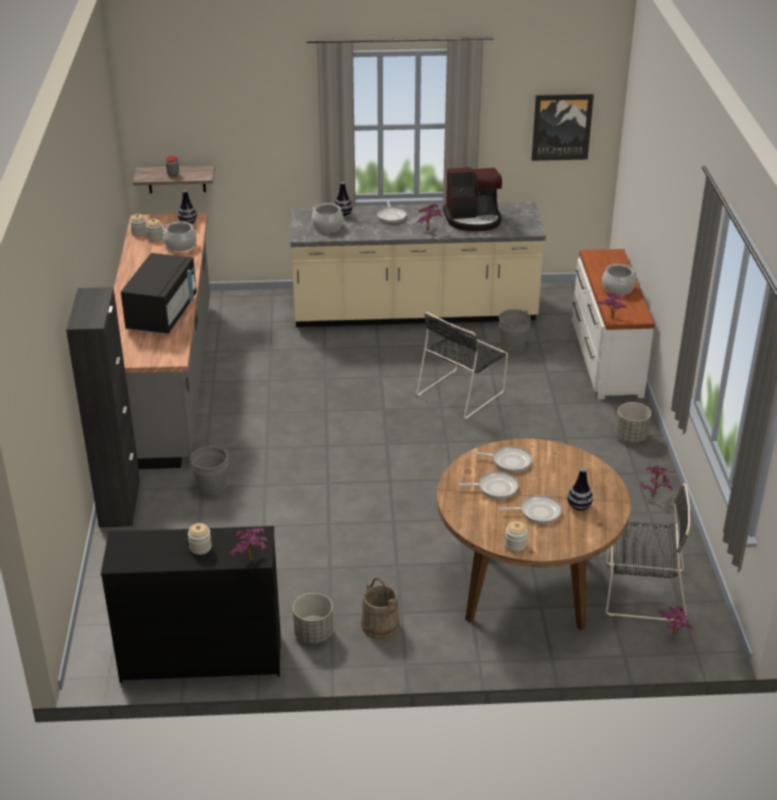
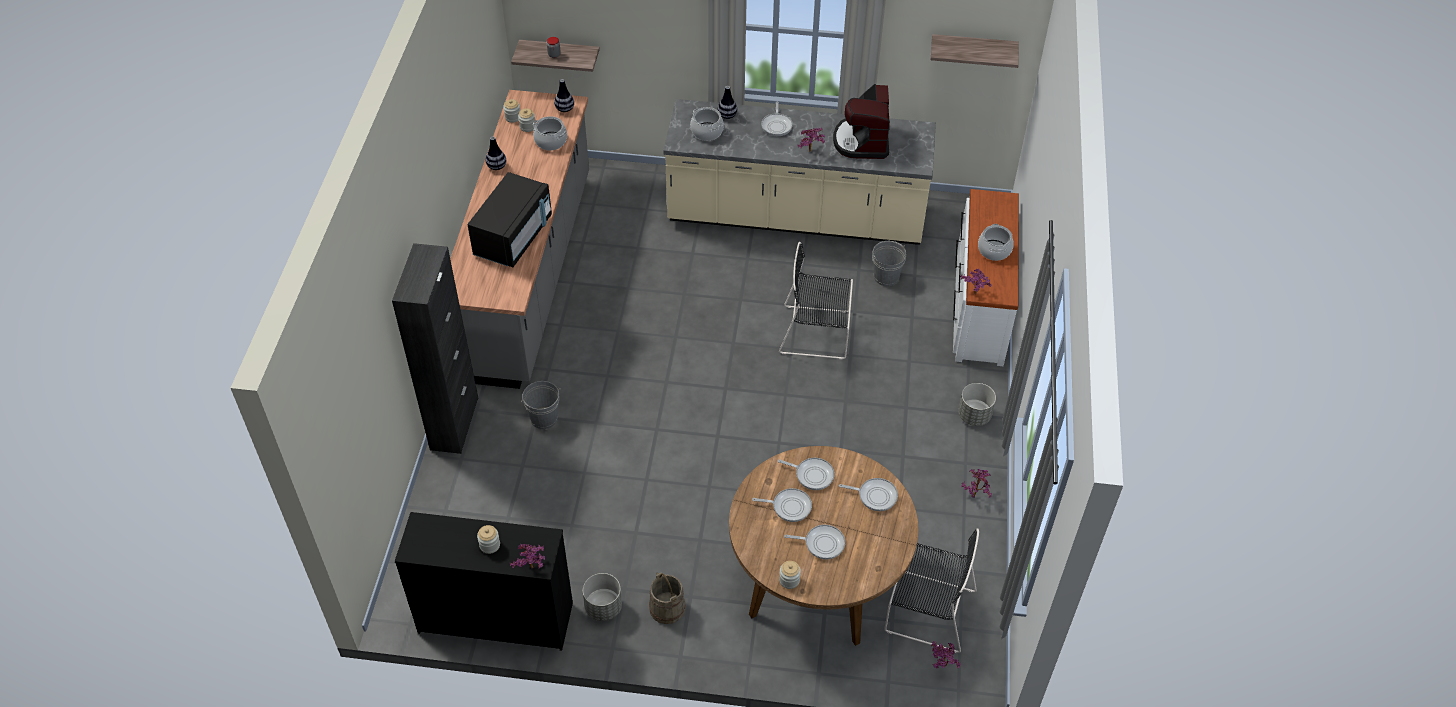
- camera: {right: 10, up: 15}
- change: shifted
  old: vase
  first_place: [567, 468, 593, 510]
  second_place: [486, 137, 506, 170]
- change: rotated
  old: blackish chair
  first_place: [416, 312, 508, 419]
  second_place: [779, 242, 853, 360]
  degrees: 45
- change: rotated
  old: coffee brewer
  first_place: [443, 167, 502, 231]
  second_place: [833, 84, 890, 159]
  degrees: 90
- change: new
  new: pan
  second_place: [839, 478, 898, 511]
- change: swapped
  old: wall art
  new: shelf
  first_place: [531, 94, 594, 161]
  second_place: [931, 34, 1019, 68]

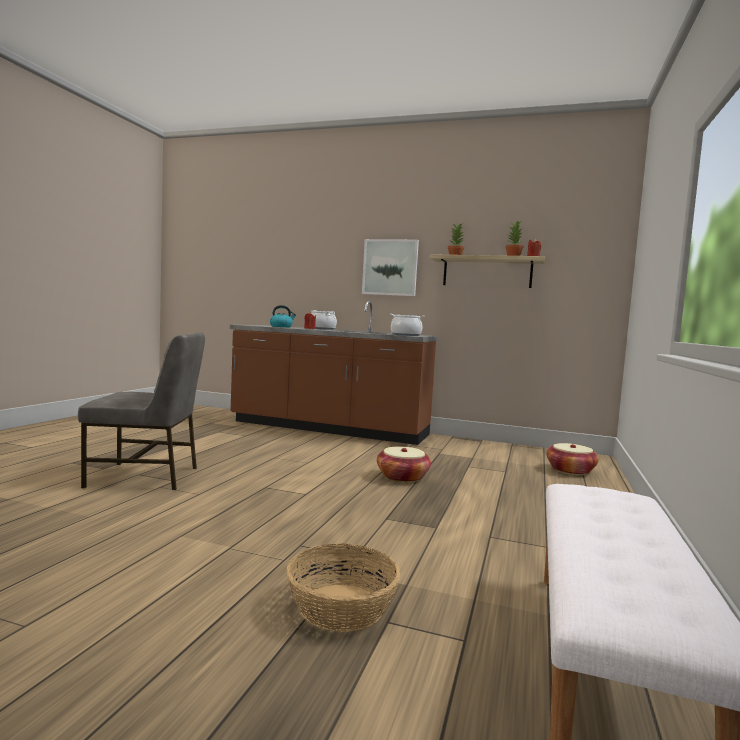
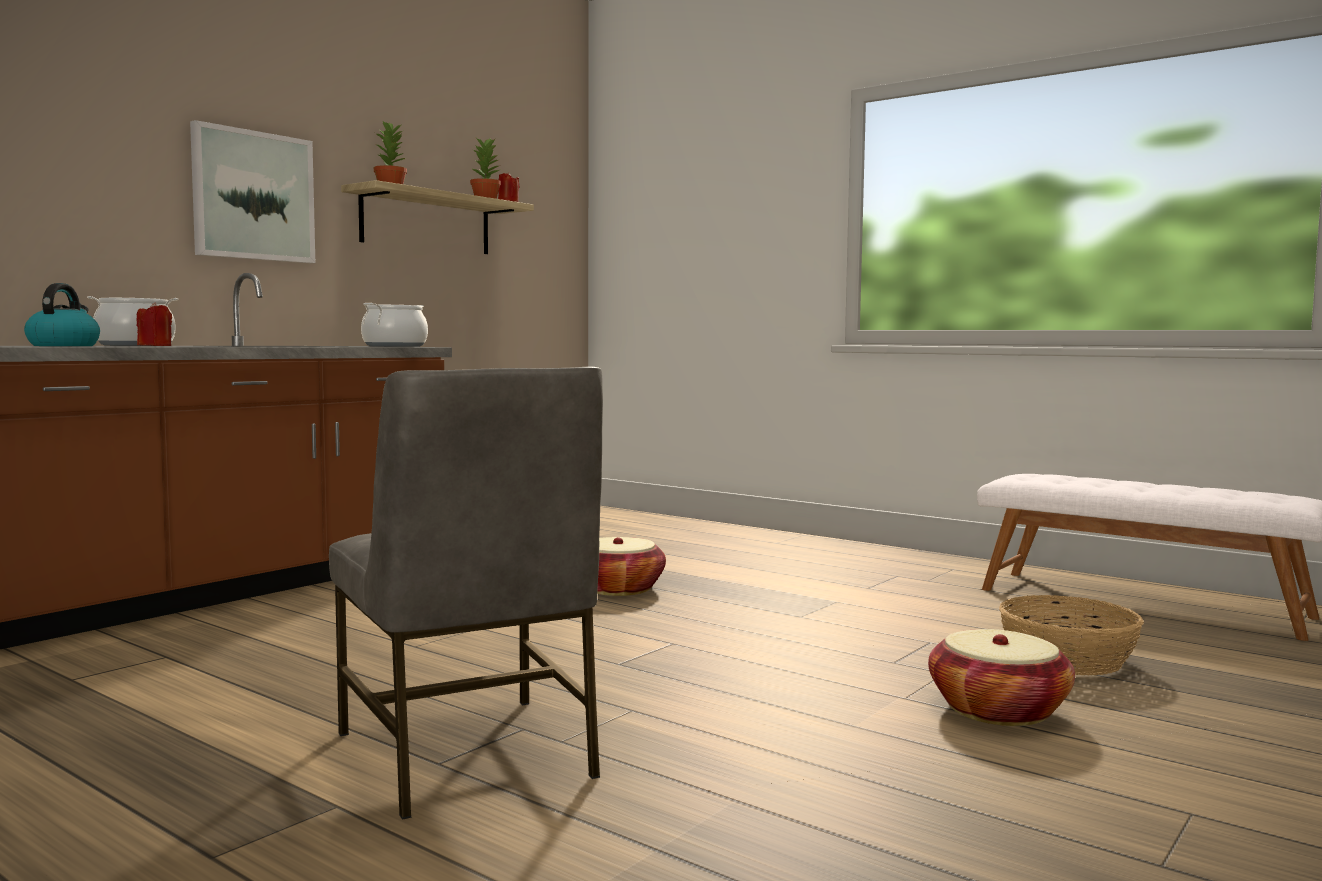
- camera: {right: -70, up: 0}
- change: rotated
  old: gray chair
  first_place: [78, 332, 205, 490]
  second_place: [329, 367, 603, 820]
  degrees: 135
- change: shifted
  old: storage basket
  first_place: [547, 443, 599, 475]
  second_place: [928, 629, 1075, 726]

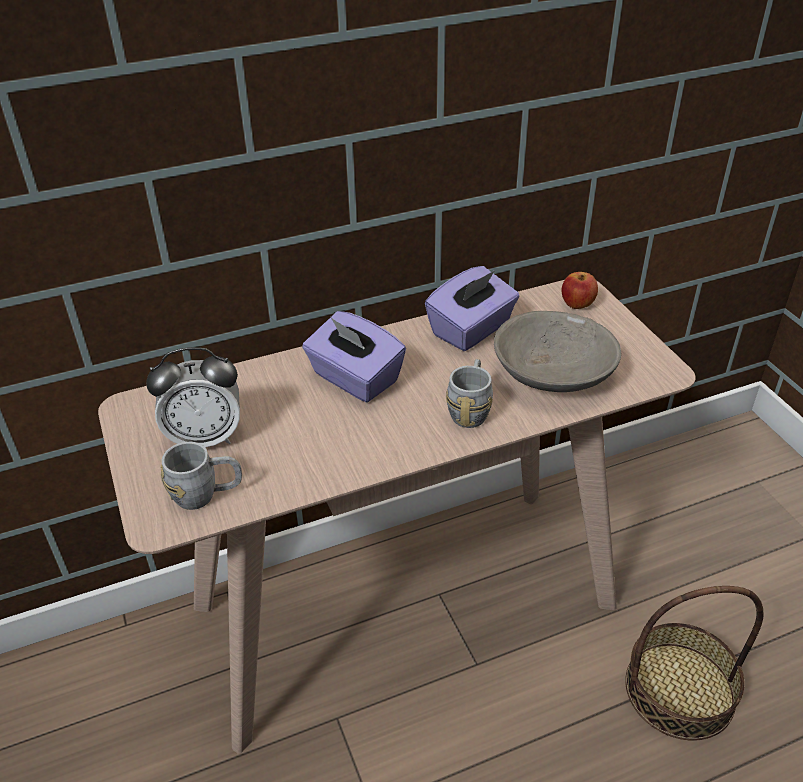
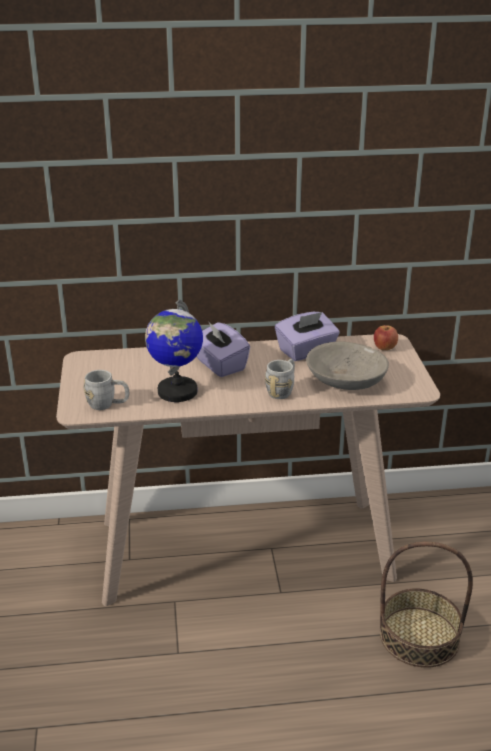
- camera: {right: 15, up: -10}
- change: new
  new: world globe
  second_place: [145, 299, 203, 402]
- change: gone
  old: table clock
  first_place: [146, 347, 240, 447]

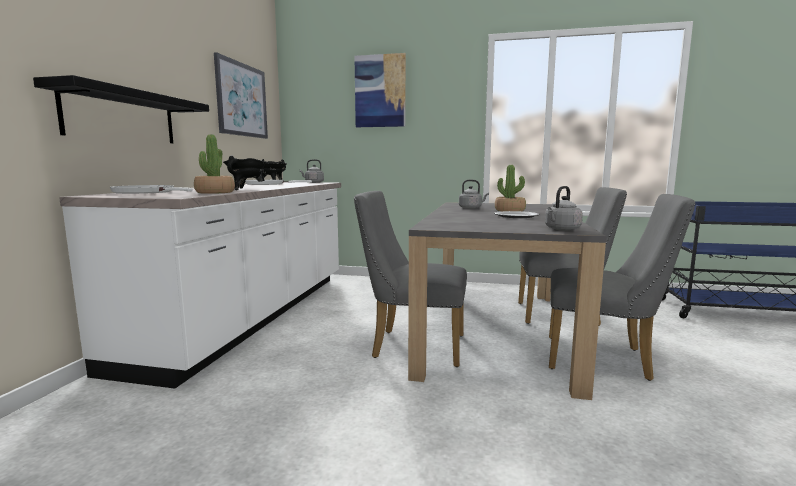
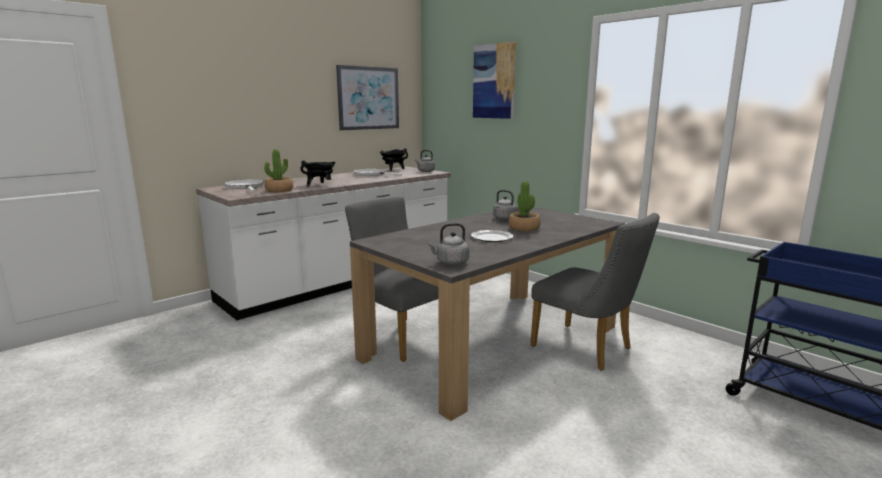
- camera: {right: 35, up: 5}
- change: gone
  old: blackish shelf
  first_place: [33, 75, 209, 143]
- change: gone
  old: gray chair
  first_place: [549, 194, 696, 381]

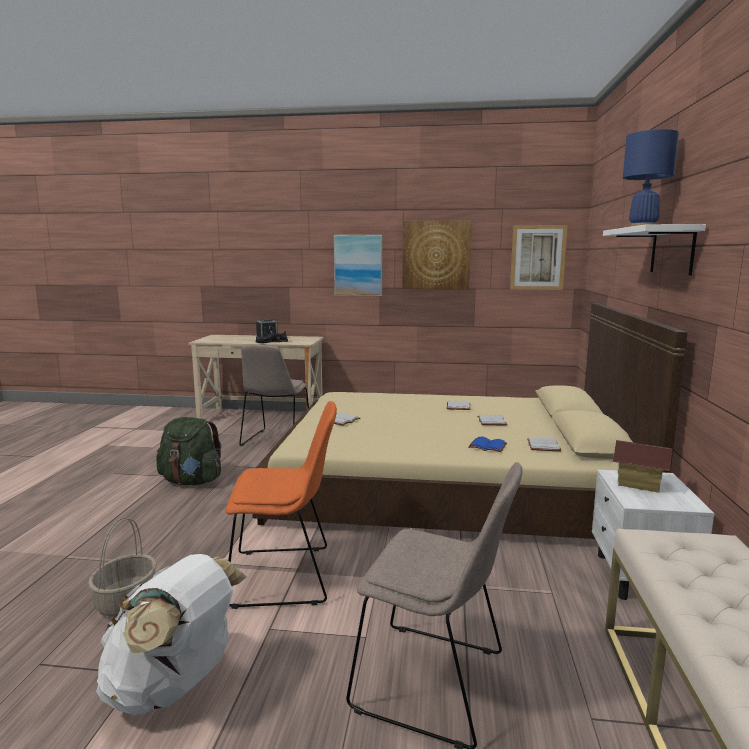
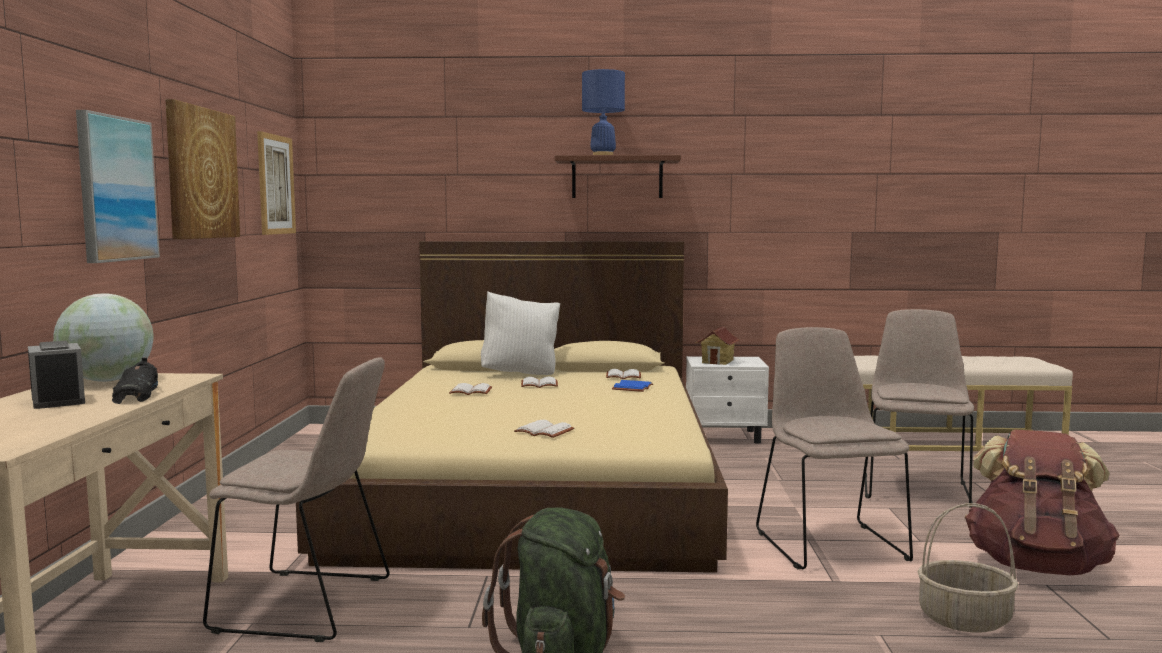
- camera: {right: -95, up: -5}
- change: new
  new: world globe
  second_place: [53, 294, 153, 382]
- change: new
  new: whitish pillow
  second_place: [481, 291, 560, 375]
- change: repainted
  old: whitish shelf
  new: brown shelf
  first_place: [603, 224, 706, 275]
  second_place: [554, 155, 681, 198]
- change: repainted
  old: orange-coloured chair
  new: beige-coloured chair
  first_place: [226, 401, 337, 609]
  second_place: [756, 327, 913, 569]
- change: repainted
  old: whitish backpack
  new: brown backpack
  first_place: [96, 554, 246, 715]
  second_place: [965, 430, 1119, 575]

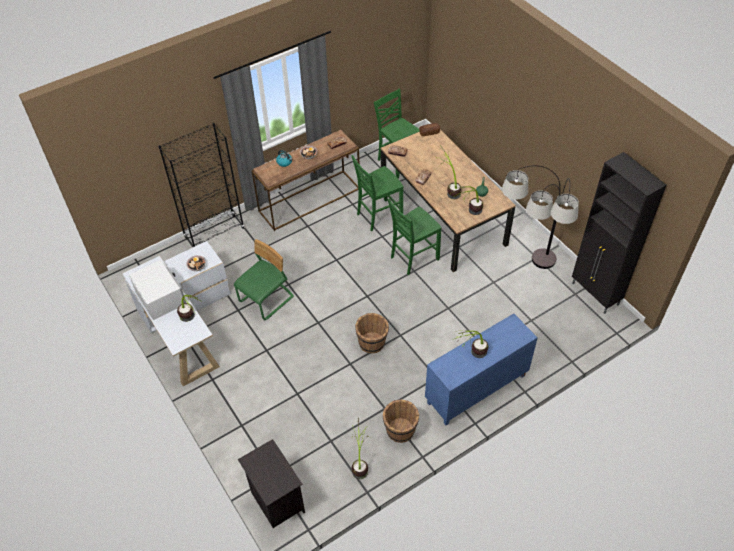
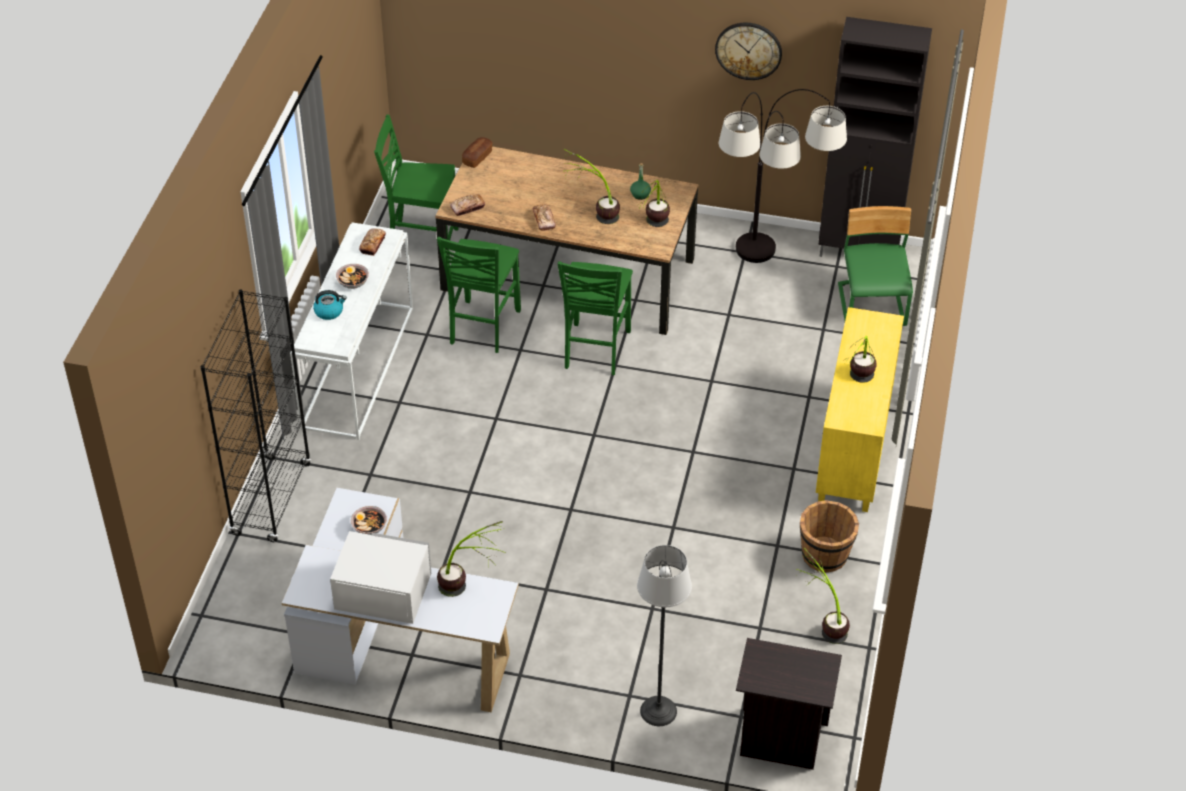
- camera: {right: -45, up: -5}
- change: repainted
  old: brown hall table
  new: whitish hall table
  first_place: [252, 130, 359, 231]
  second_place: [290, 222, 413, 440]
- change: new
  new: standard lamp
  second_place: [637, 545, 692, 726]
- change: new
  new: hanging clock
  second_place: [715, 23, 782, 80]
- change: repainted
  old: blue-coloured cabinet
  new: yellowish cabinet
  first_place: [425, 314, 538, 425]
  second_place: [816, 307, 904, 512]
- change: shifted
  old: green chair
  first_place: [234, 239, 294, 320]
  second_place: [838, 206, 913, 326]
- change: gone
  old: brown water bucket
  first_place: [355, 313, 389, 353]

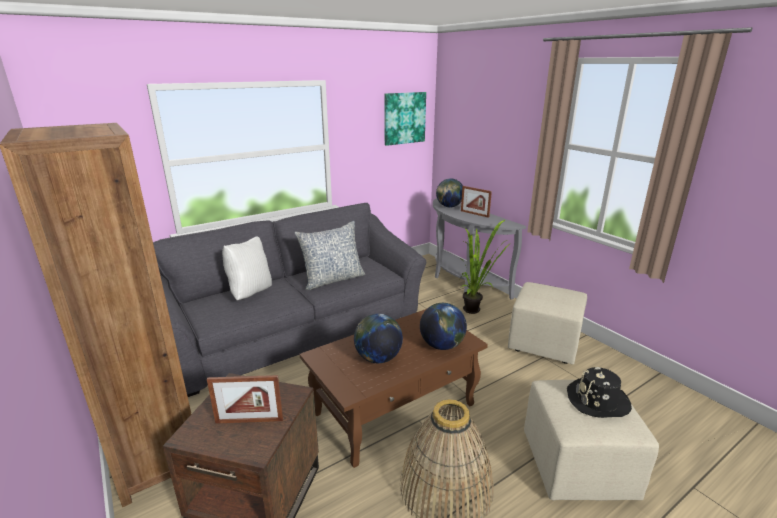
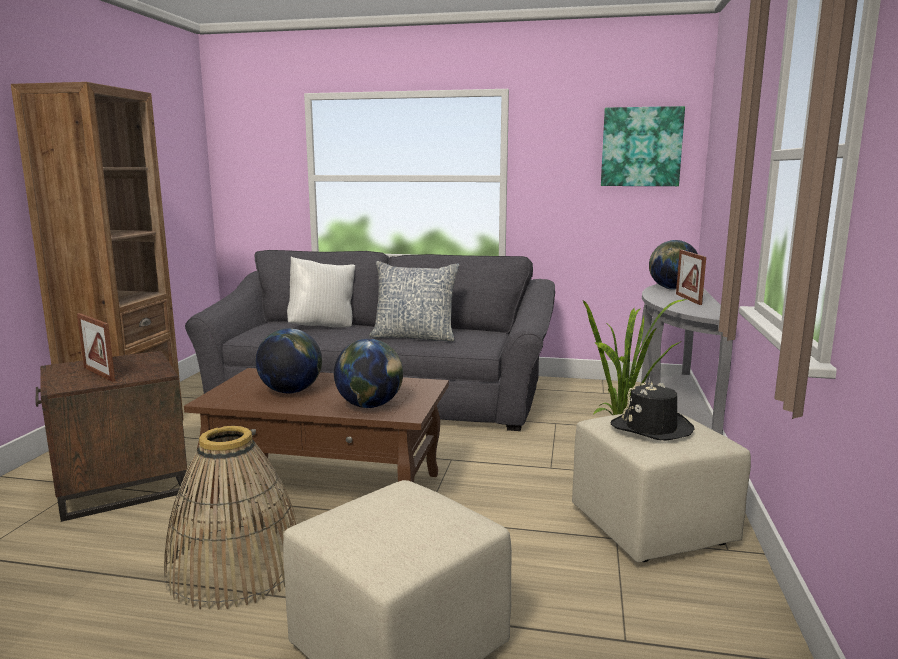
- camera: {right: 45, up: -10}
- change: shifted
  old: blackish hat
  first_place: [567, 367, 632, 418]
  second_place: [611, 382, 694, 441]

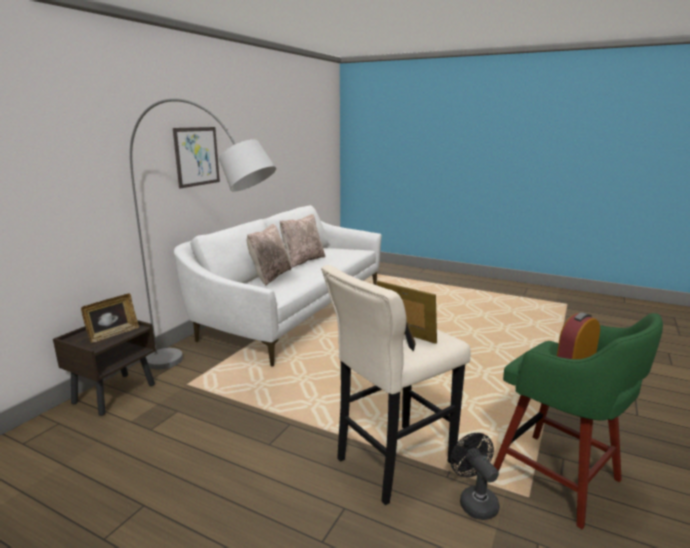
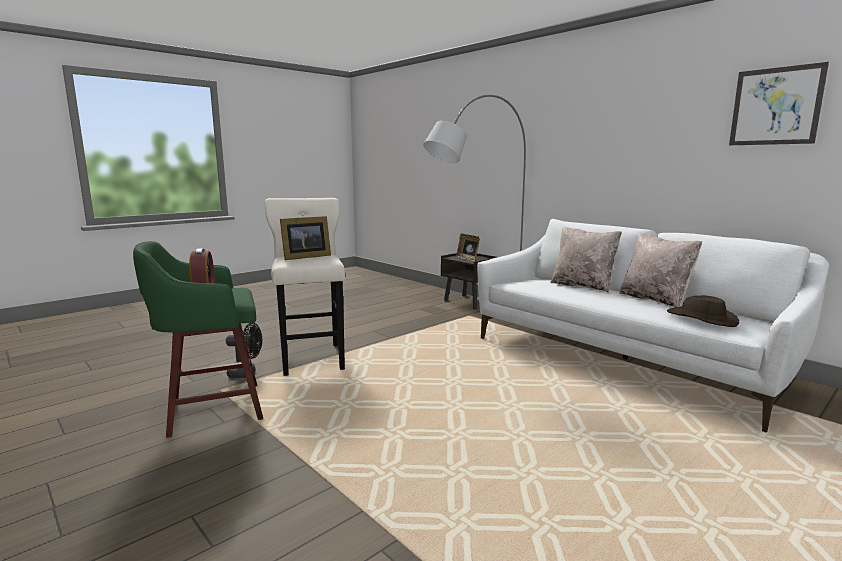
- camera: {right: 110, up: -5}
- change: new
  new: brown hat
  second_place: [667, 296, 739, 327]
- change: shifted
  old: wall art
  first_place: [173, 127, 220, 189]
  second_place: [729, 62, 829, 145]

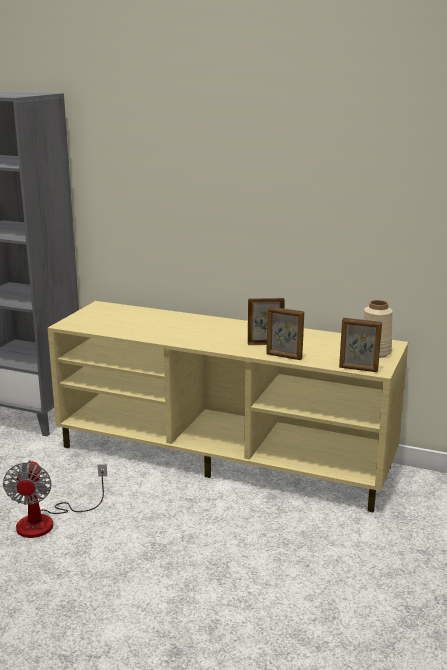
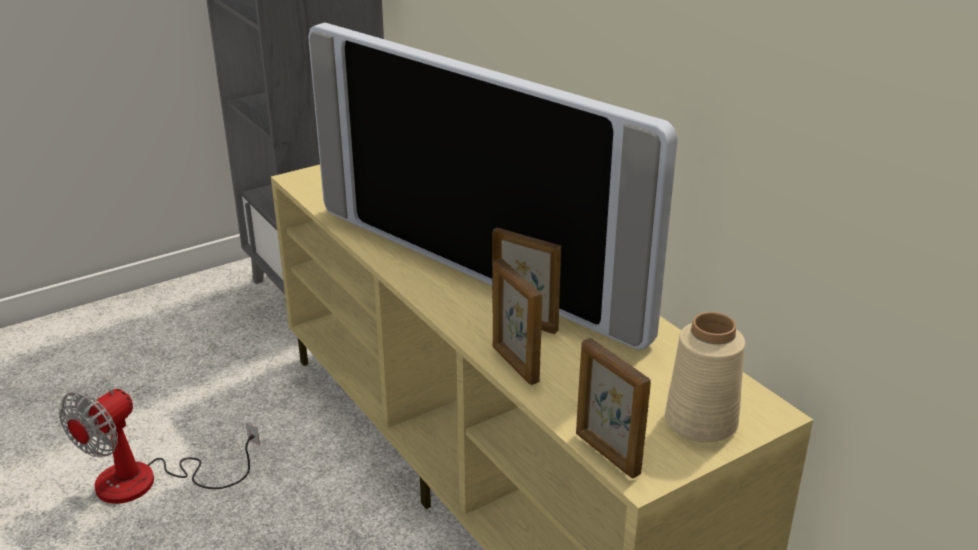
- camera: {right: 35, up: 10}
- change: new
  new: TV set
  second_place: [308, 23, 678, 350]

